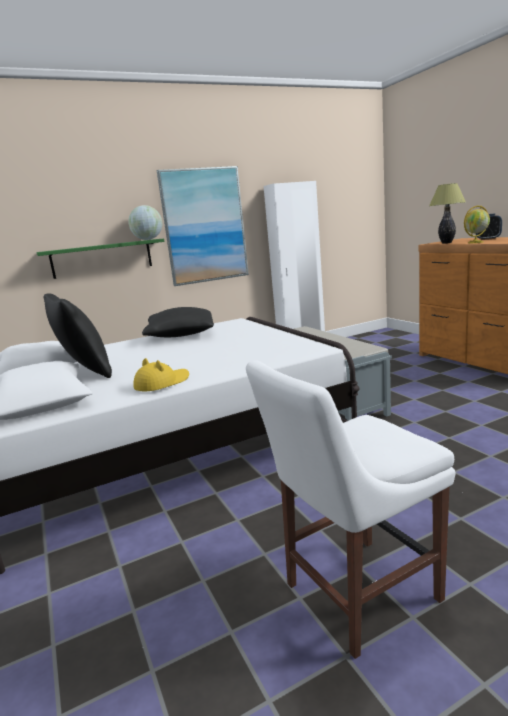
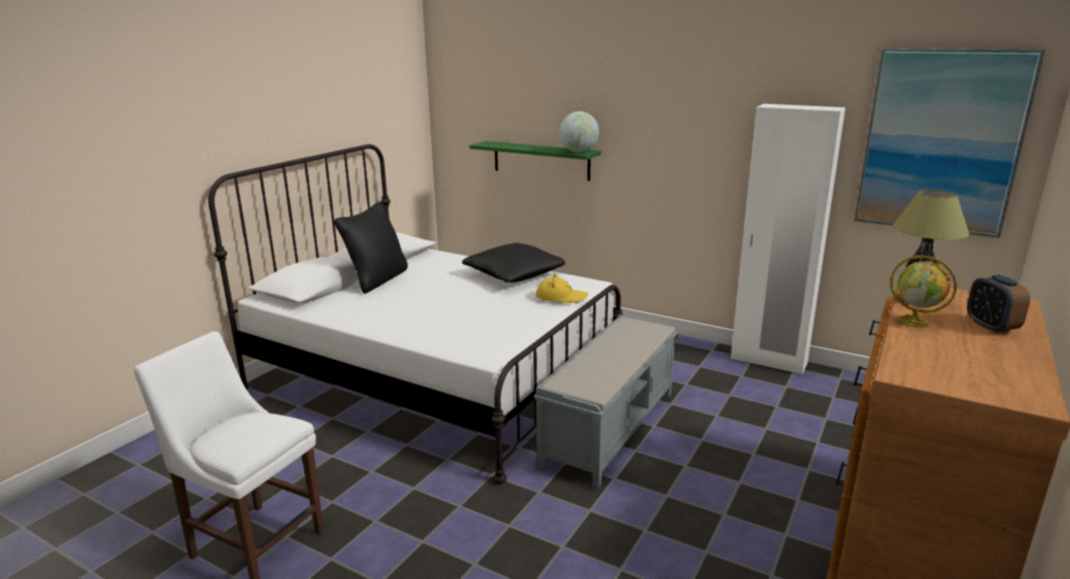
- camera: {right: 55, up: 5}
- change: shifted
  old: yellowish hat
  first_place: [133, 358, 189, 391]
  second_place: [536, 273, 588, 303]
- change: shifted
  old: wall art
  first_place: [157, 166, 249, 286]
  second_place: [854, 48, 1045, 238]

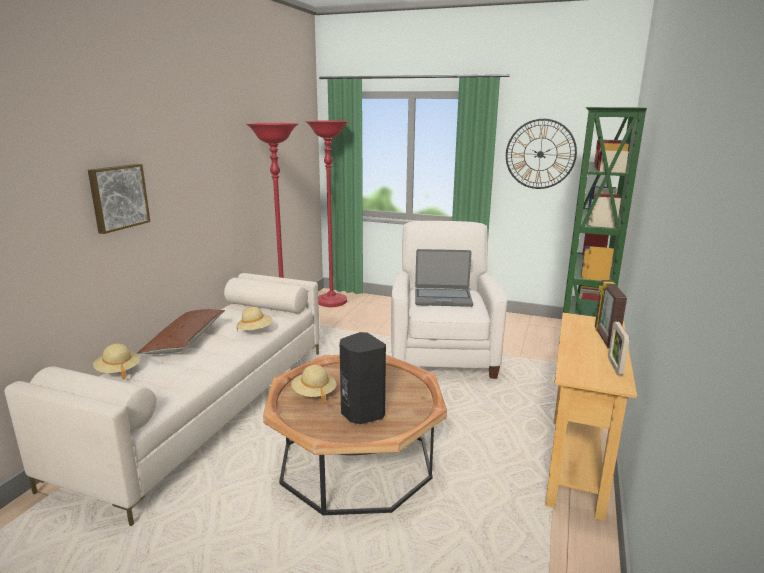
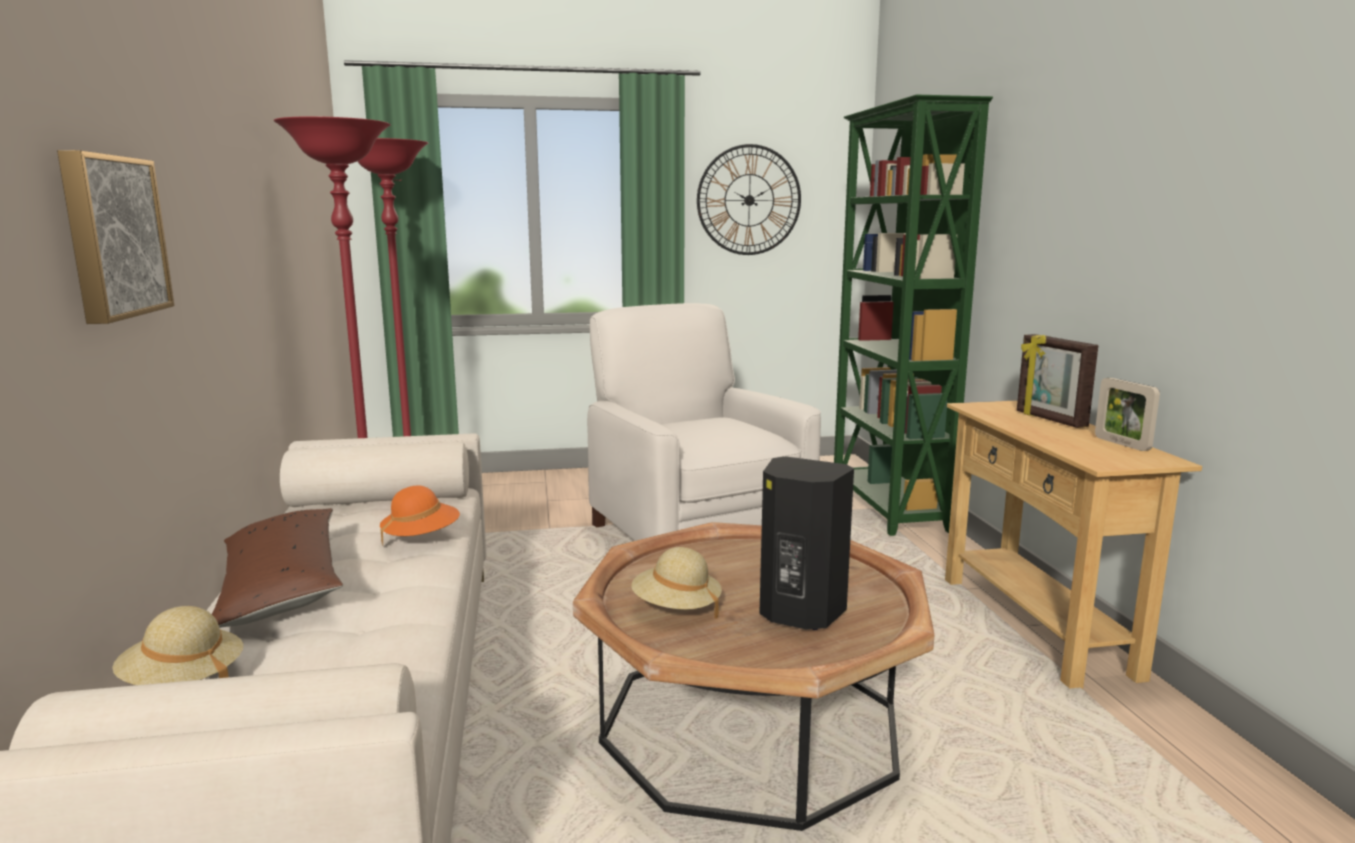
- camera: {right: -30, up: -5}
- change: repainted
  old: beige-coloured hat
  new: orange-coloured hat
  first_place: [237, 307, 273, 331]
  second_place: [380, 486, 460, 546]
- change: gone
  old: notebook computer
  first_place: [415, 249, 473, 307]

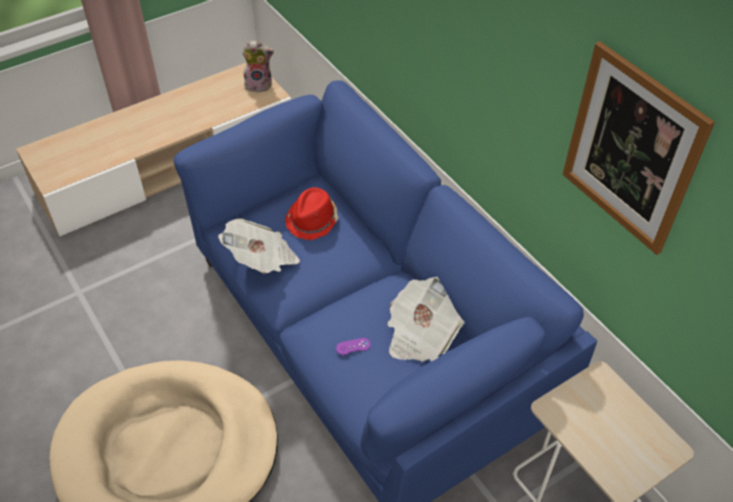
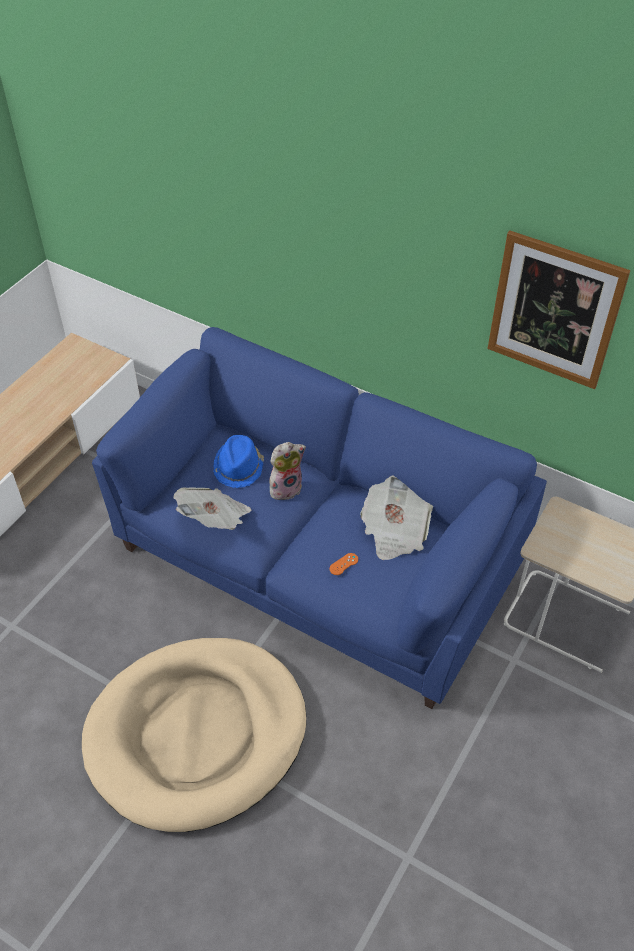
- camera: {right: -25, up: 0}
- change: repainted
  old: reddish hat
  new: blue-coloured hat
  first_place: [285, 187, 338, 240]
  second_place: [213, 435, 264, 488]
- change: shifted
  old: plush toy
  first_place: [242, 40, 274, 93]
  second_place: [269, 442, 306, 500]
- change: repainted
  old: purple-coloured gamepad
  new: orange-coloured gamepad
  first_place: [336, 338, 371, 355]
  second_place: [329, 553, 358, 575]

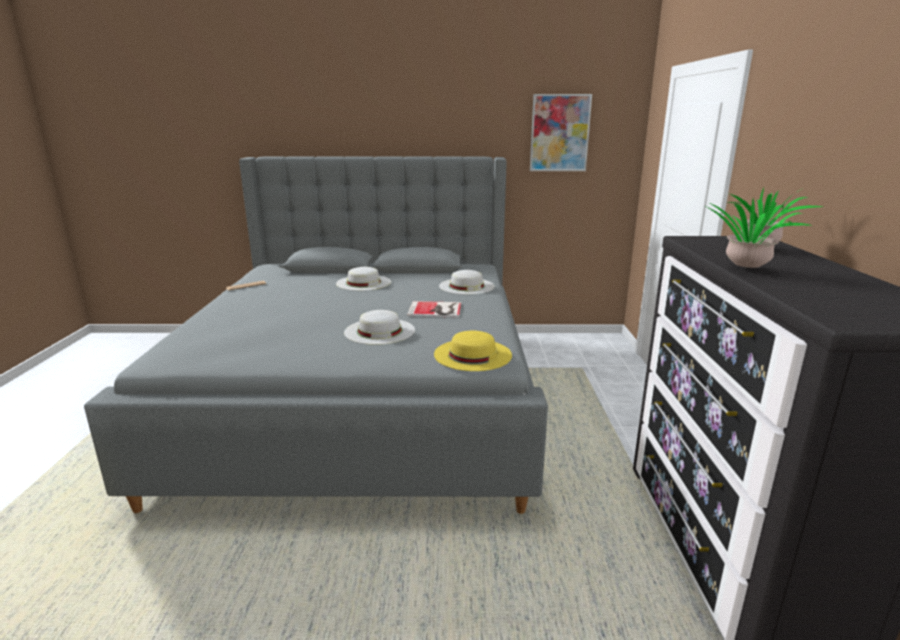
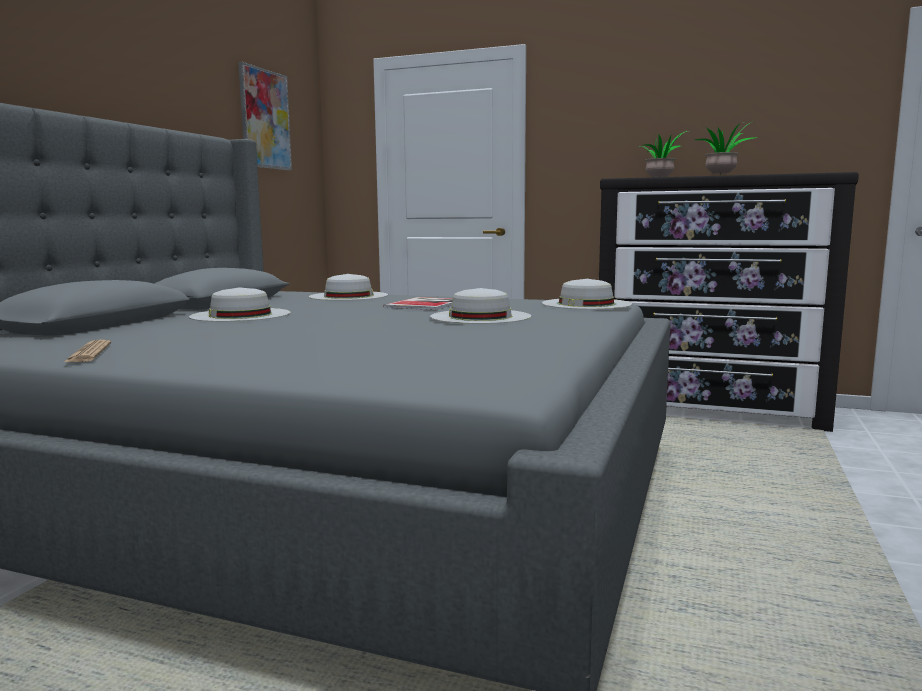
- camera: {right: -70, up: -10}
- change: repainted
  old: yellowish hat
  new: whitish hat
  first_place: [434, 331, 512, 371]
  second_place: [542, 279, 632, 309]

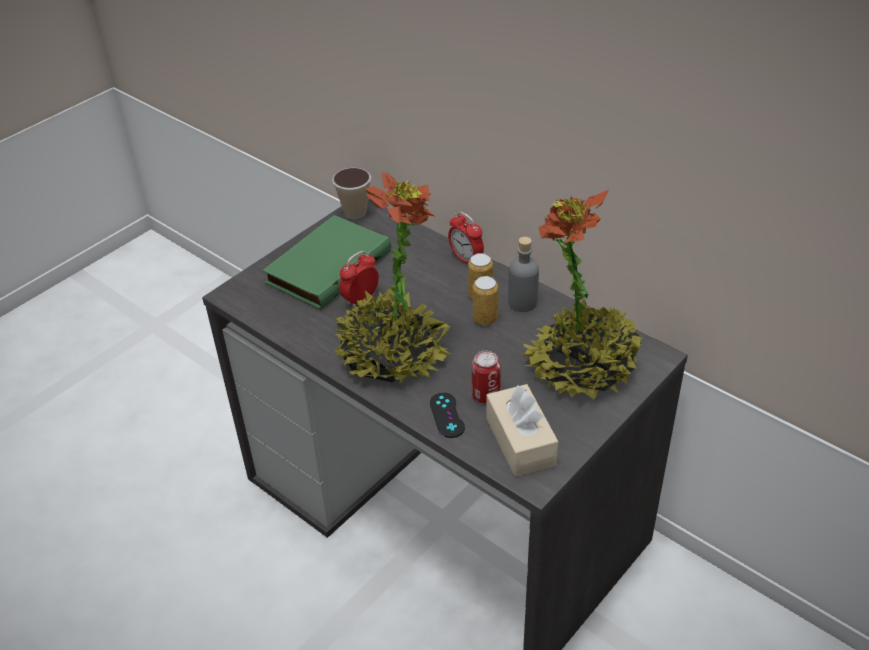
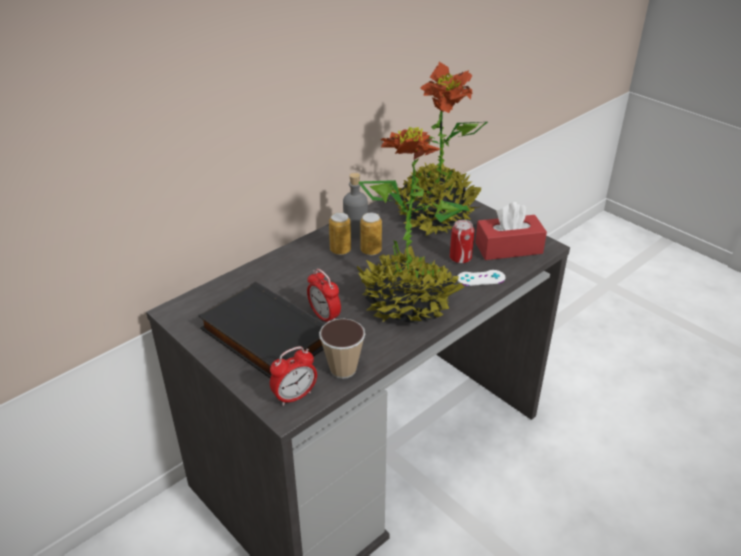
- camera: {right: -85, up: -5}
- change: repainted
  old: green bound book
  new: blackish bound book
  first_place: [263, 215, 391, 310]
  second_place: [199, 281, 325, 378]
- change: shifted
  old: table clock
  first_place: [448, 212, 484, 263]
  second_place: [270, 346, 317, 406]
- change: shifted
  old: drinking cup
  first_place: [332, 168, 371, 219]
  second_place: [319, 319, 365, 379]
- change: repainted
  old: blackish gamepad
  new: whitish gamepad
  first_place: [430, 393, 465, 438]
  second_place: [457, 270, 505, 286]
- change: repainted
  old: beige-coloured box of tissues
  new: reddish box of tissues
  first_place: [486, 384, 558, 477]
  second_place: [475, 202, 547, 260]

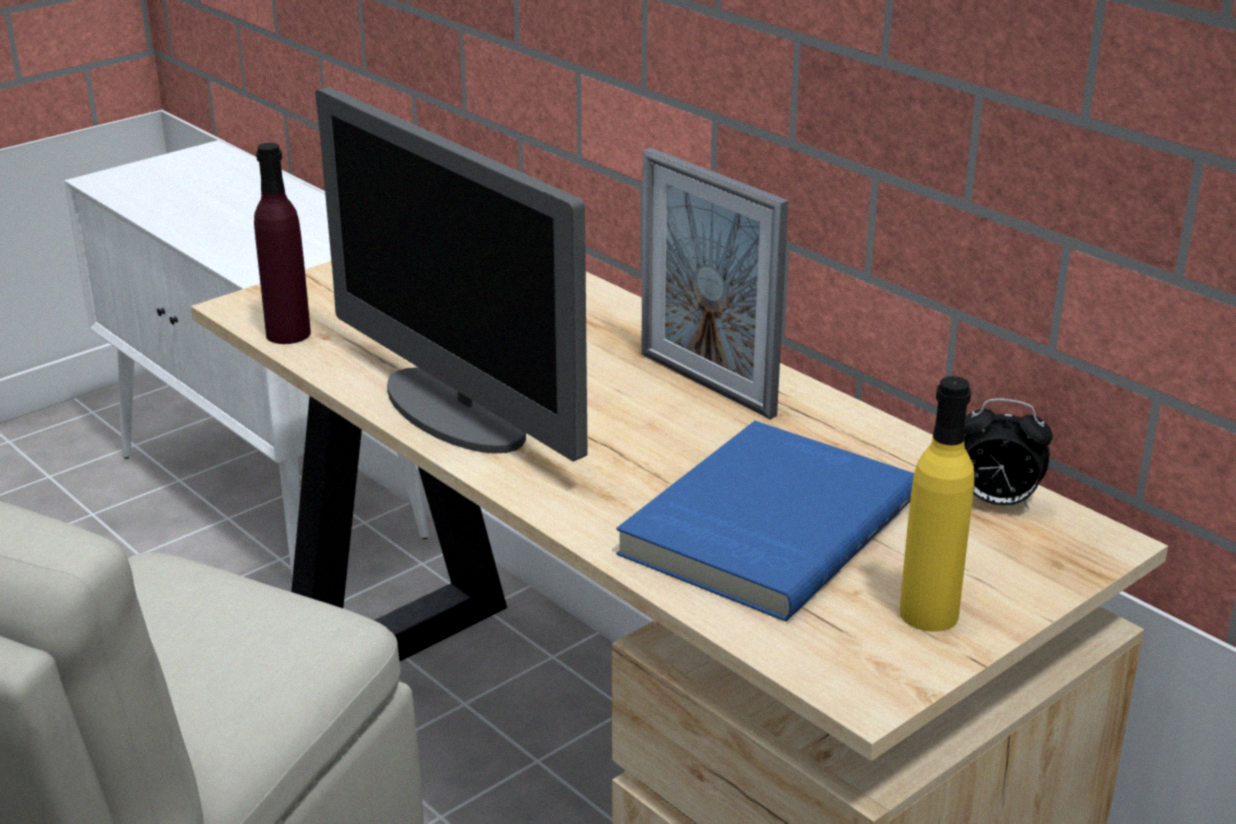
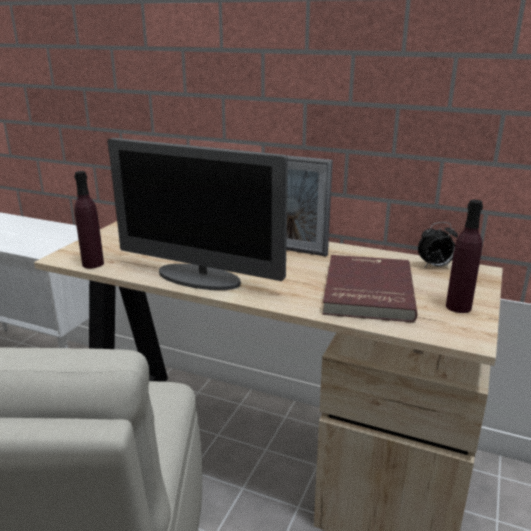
- camera: {right: -25, up: -5}
- change: repainted
  old: blue-coloured bound book
  new: reddish bound book
  first_place: [616, 421, 914, 622]
  second_place: [322, 255, 417, 322]
- change: repainted
  old: yellowish beverage bottle
  new: purple-coloured beverage bottle
  first_place: [900, 376, 974, 632]
  second_place: [446, 200, 483, 313]

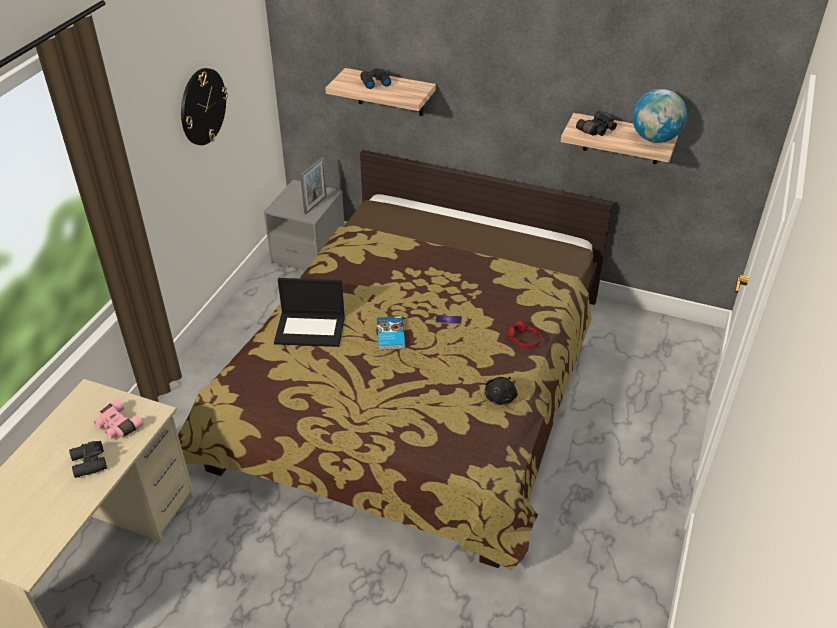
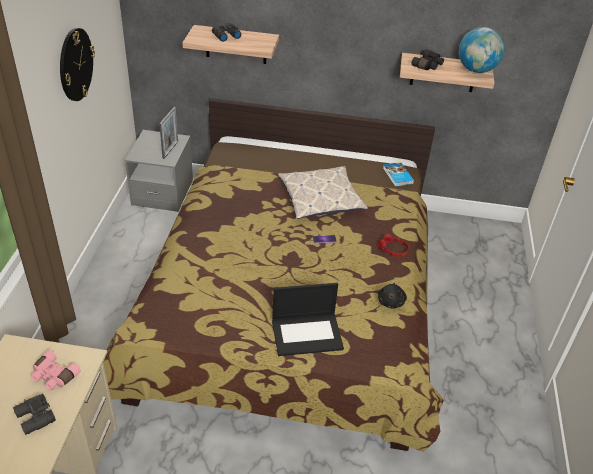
- camera: {right: -15, up: 0}
- change: shifted
  old: notebook computer
  first_place: [274, 278, 345, 347]
  second_place: [272, 283, 344, 356]
- change: new
  new: pillow
  second_place: [278, 166, 368, 219]
- change: shifted
  old: bound book
  first_place: [377, 316, 406, 350]
  second_place: [383, 162, 414, 187]

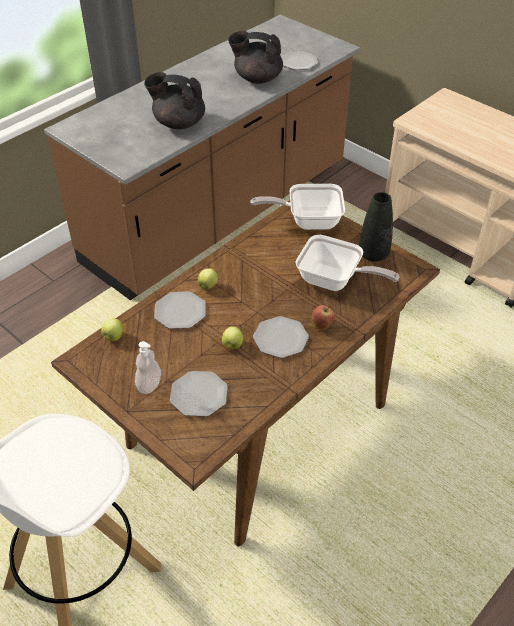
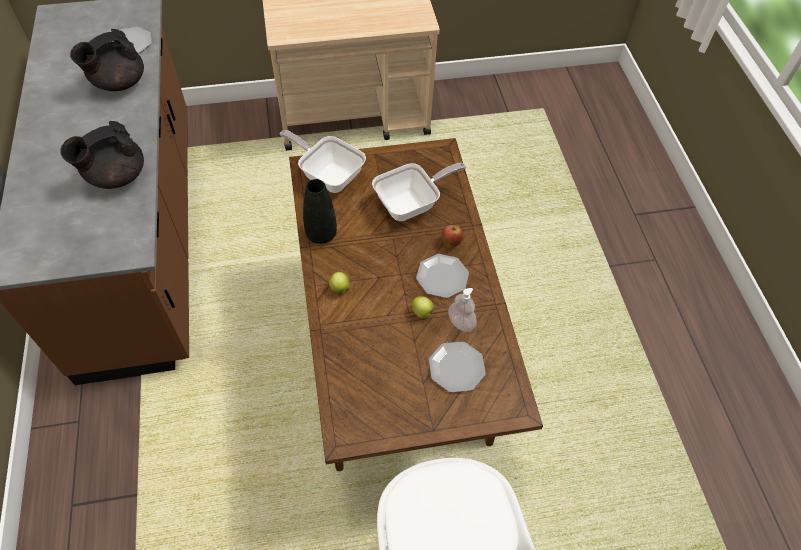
- camera: {right: -55, up: 10}
- change: rotated
  old: pan
  first_place: [251, 184, 345, 230]
  second_place: [280, 130, 366, 193]
  degrees: 90
- change: shifted
  old: blackish vase
  first_place: [359, 192, 393, 262]
  second_place: [303, 179, 337, 244]
- change: shifted
  old: soap bottle
  first_place: [135, 341, 161, 394]
  second_place: [448, 288, 477, 332]
- change: gone
  old: apple fruit
  first_place: [101, 319, 124, 341]
- change: gone
  old: flat dish
  first_place: [154, 291, 205, 329]

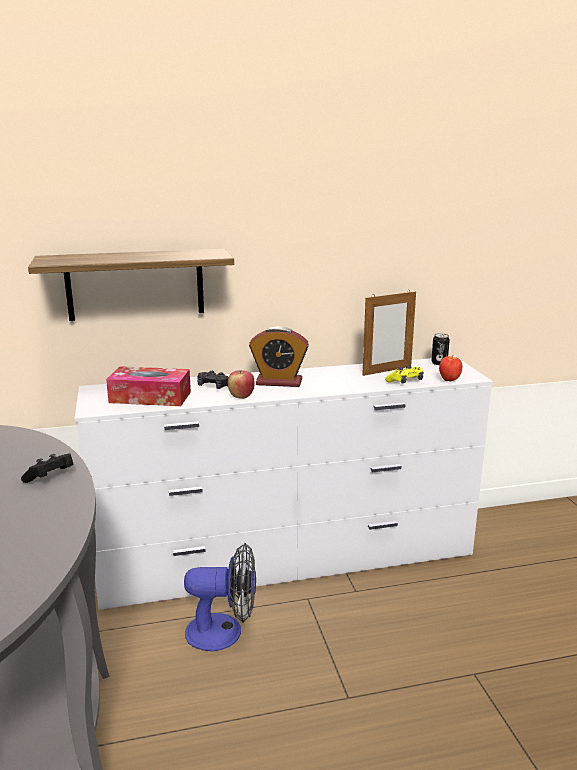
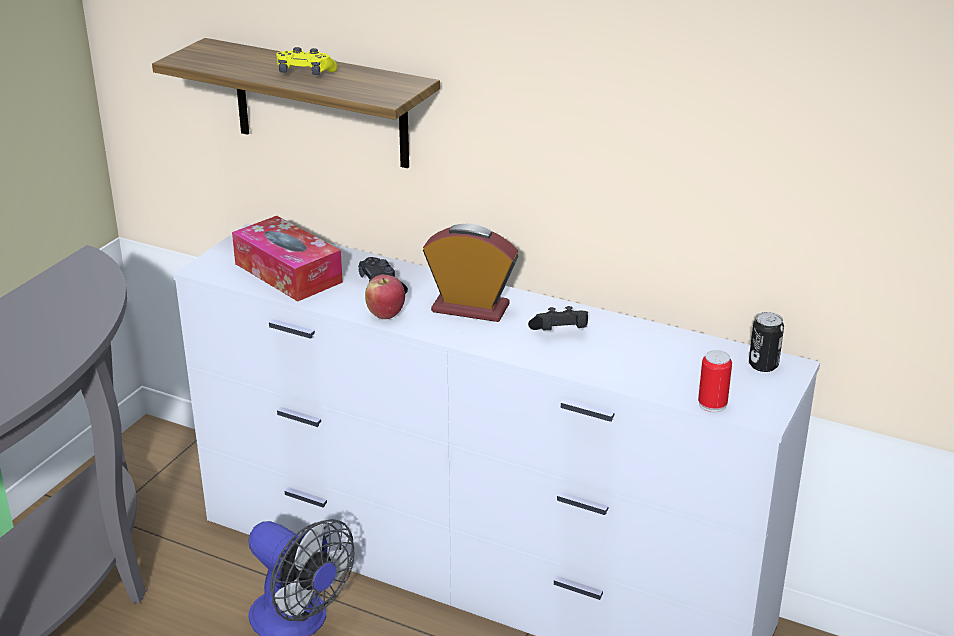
- camera: {right: 40, up: 10}
- change: shifted
  old: yellowish gamepad
  first_place: [385, 365, 423, 383]
  second_place: [276, 47, 338, 75]
- change: rotated
  old: table clock
  first_place: [249, 326, 309, 387]
  second_place: [423, 224, 518, 322]
  degrees: 150
- change: shifted
  old: blackish gamepad
  first_place: [21, 453, 74, 483]
  second_place: [528, 306, 588, 330]
- change: swapped
  old: apple fruit
  new: sealed can
  first_place: [439, 356, 462, 382]
  second_place: [698, 350, 732, 413]
- change: gone
  old: picture frame
  first_place: [362, 290, 416, 376]

